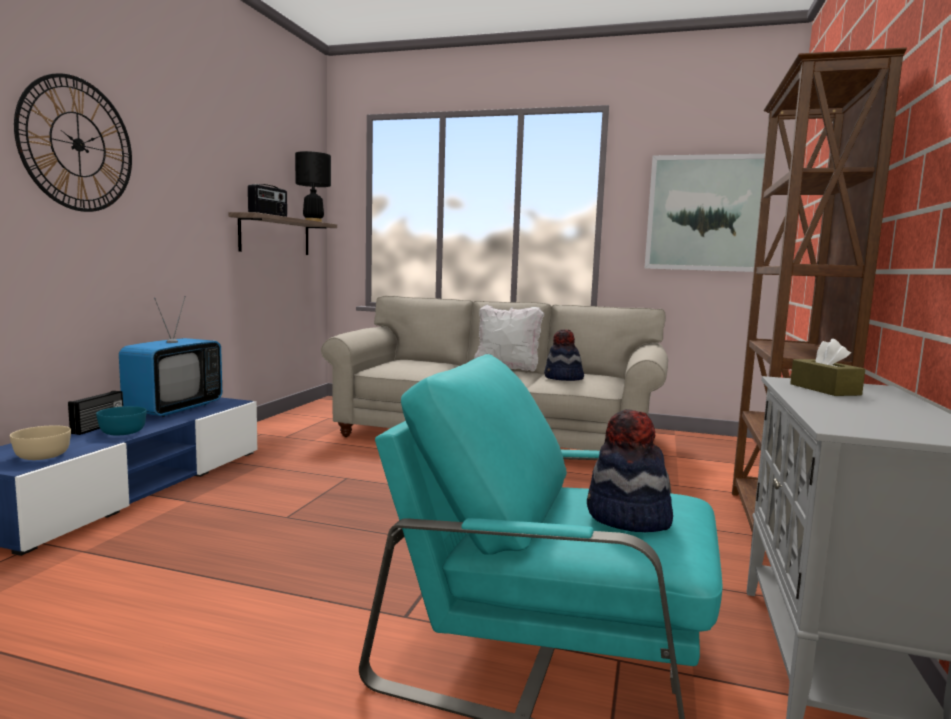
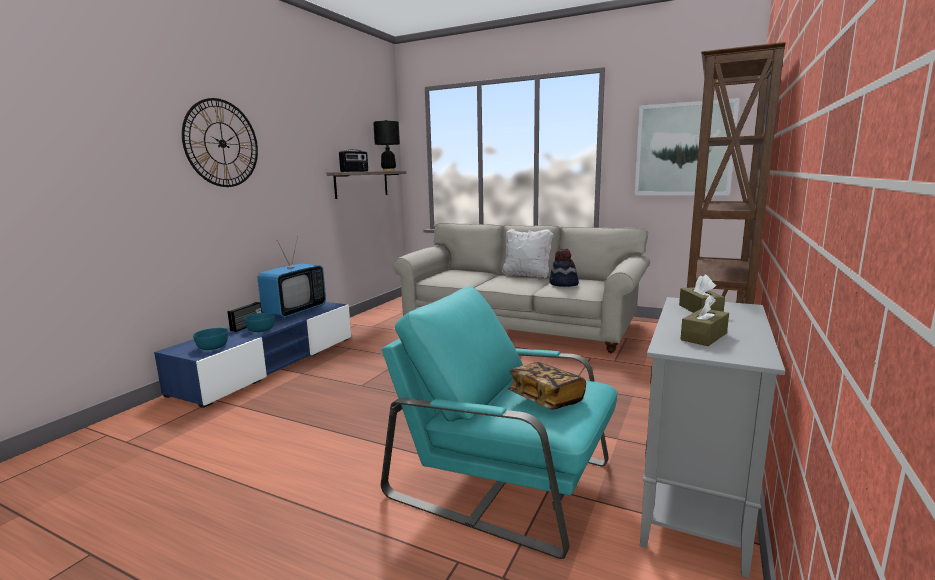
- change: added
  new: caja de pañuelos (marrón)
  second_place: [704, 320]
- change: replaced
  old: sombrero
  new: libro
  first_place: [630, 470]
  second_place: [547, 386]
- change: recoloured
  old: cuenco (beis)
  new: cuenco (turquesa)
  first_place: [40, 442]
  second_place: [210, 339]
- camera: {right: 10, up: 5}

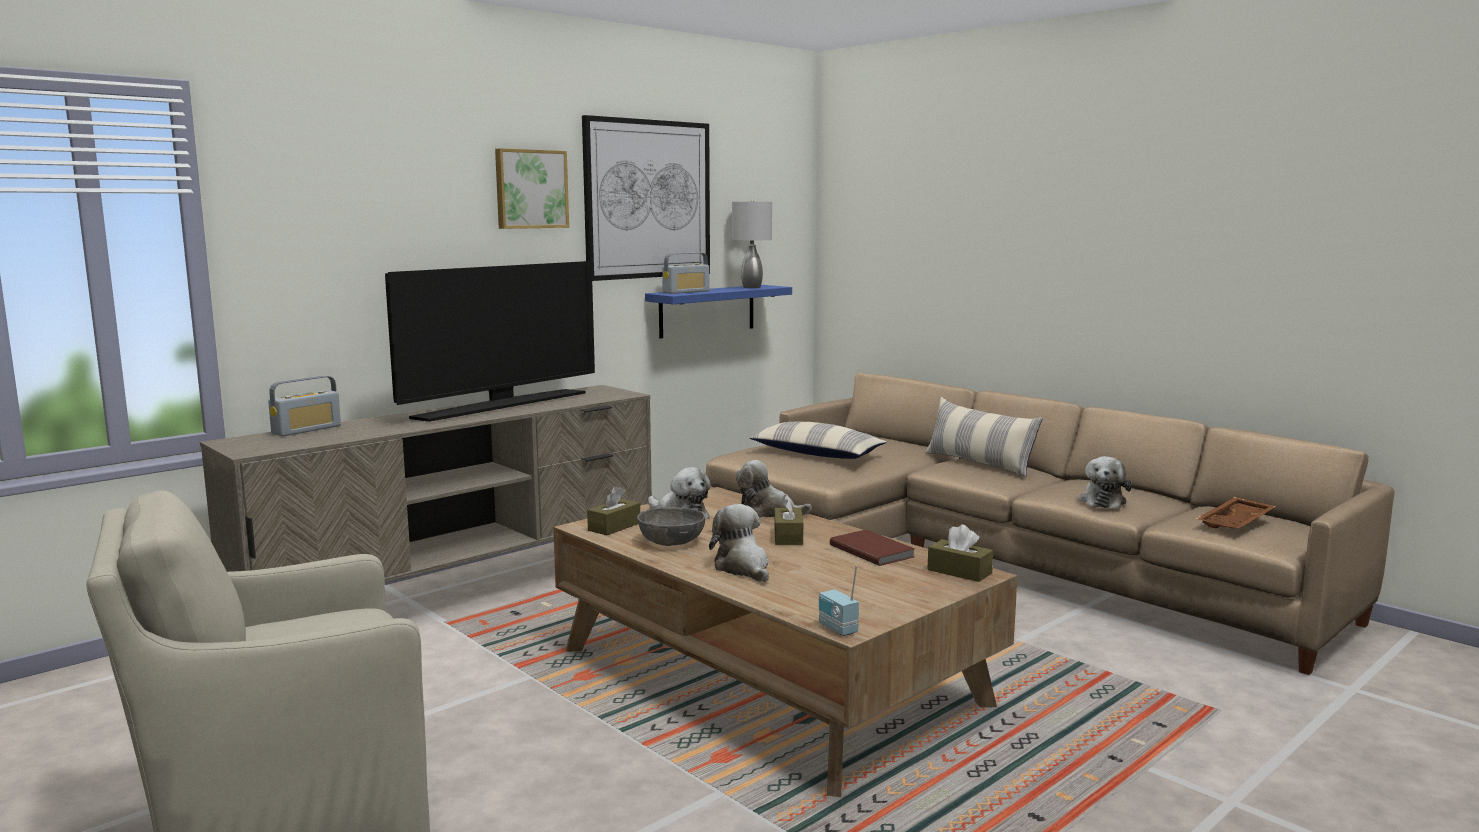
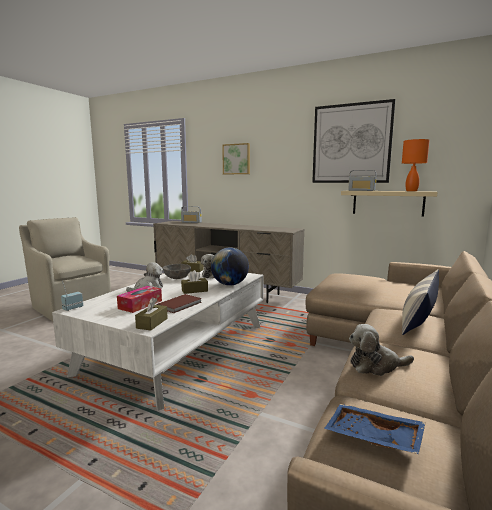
- change: removed
  old: televisor
  first_place: [490, 341]
- change: removed
  old: cojín
  first_place: [818, 440]
- change: added
  new: caja de pañuelos
  second_place: [139, 299]
- change: moved
  old: cuadro
  first_place: [532, 188]
  second_place: [236, 158]
- change: replaced
  old: peluche
  new: globo terráqueo
  first_place: [774, 489]
  second_place: [230, 267]
- change: recoloured
  old: mesa de centro (marrón)
  new: mesa de centro (blanco)
  first_place: [785, 642]
  second_place: [158, 339]
- change: recoloured
  old: estante (azul)
  new: estante (beis)
  first_place: [718, 312]
  second_place: [389, 203]
- change: recoloured
  old: lámpara de mesa (gris)
  new: lámpara de mesa (naranja)
  first_place: [752, 244]
  second_place: [415, 165]
- change: recoloured
  old: bandeja (marrón)
  new: bandeja (azul)
  first_place: [1236, 513]
  second_place: [375, 429]
- camera: {right: 70, up: 0}

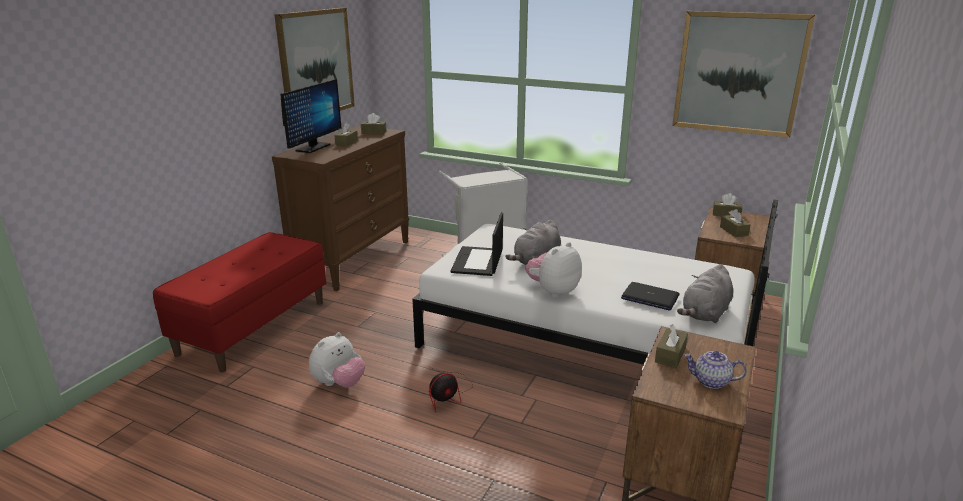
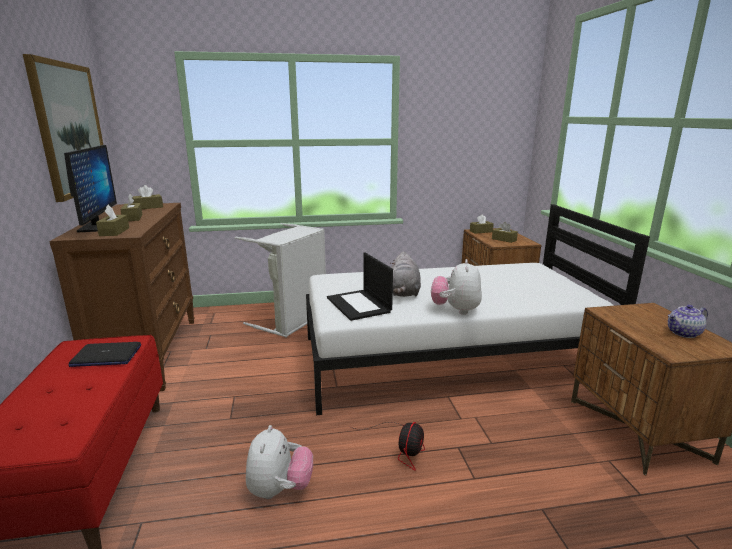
- change: removed
  old: cuadro
  first_place: [743, 74]
- change: removed
  old: peluche (gris)
  first_place: [705, 293]
- change: moved
  old: portátil
  first_place: [650, 296]
  second_place: [104, 354]
- change: moved
  old: caja de pañuelos (marrón)
  first_place: [671, 346]
  second_place: [112, 220]
- camera: {right: -35, up: -5}

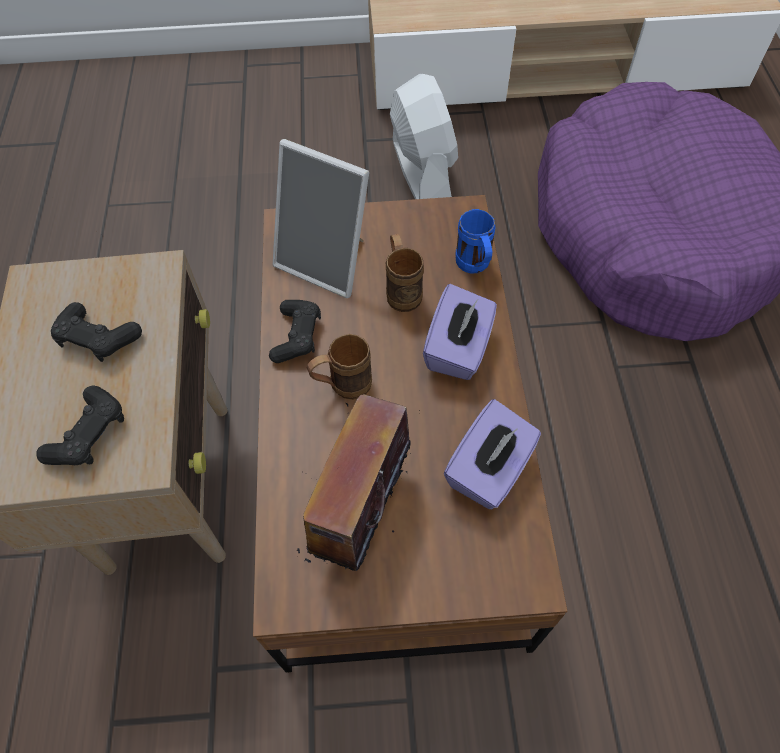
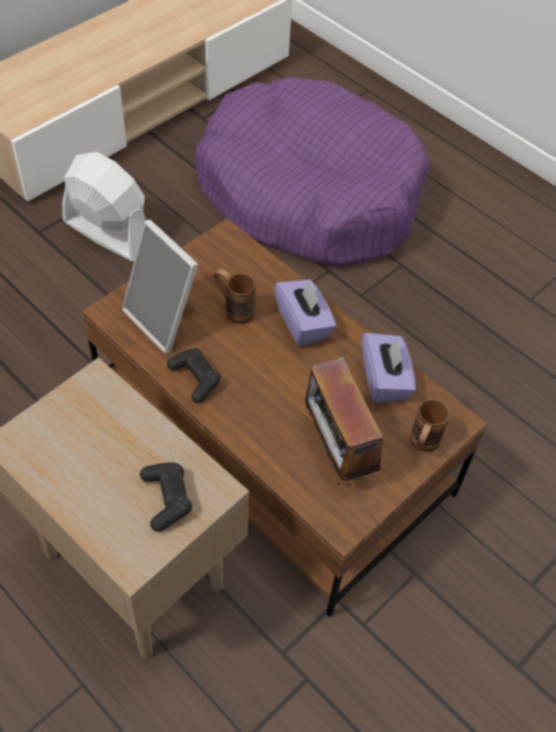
- change: removed
  old: mando de consola (negro)
  first_place: [96, 332]
- change: removed
  old: taza grande (azul)
  first_place: [475, 241]
- change: moved
  old: taza grande (marrón)
  first_place: [339, 367]
  second_place: [430, 425]
- change: turned
  old: portarretratos
  first_place: [321, 218]
  second_place: [162, 287]
  degrees: 60
- camera: {right: -45, up: -5}

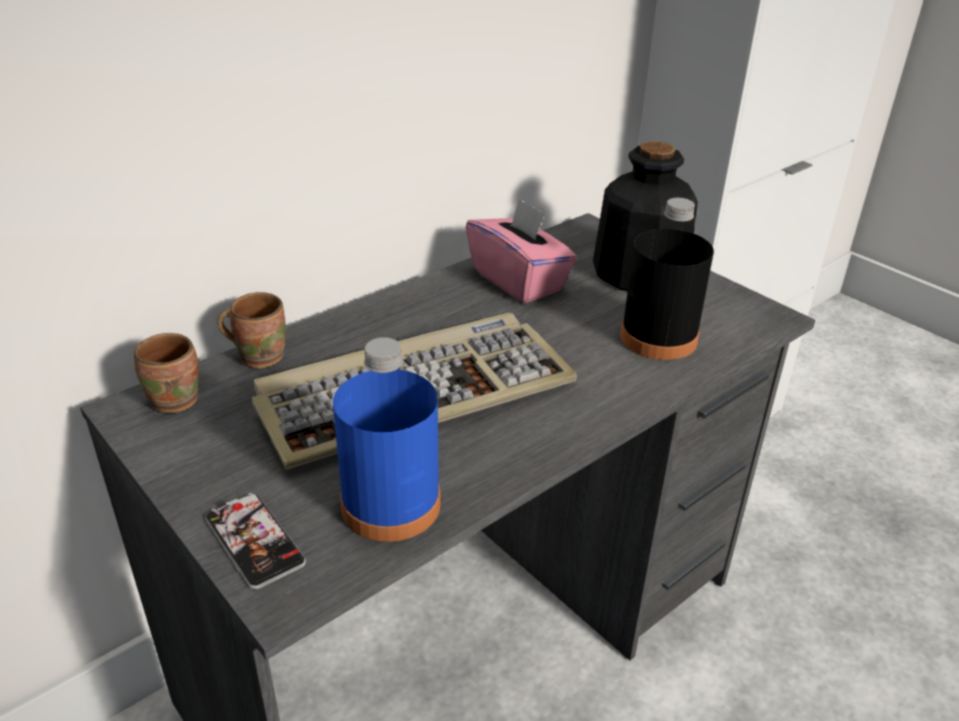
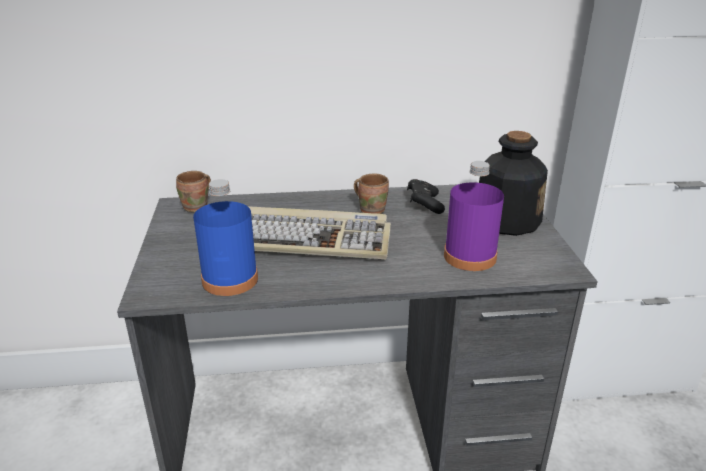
- change: removed
  old: móvil
  first_place: [255, 541]
- change: moved
  old: taza grande (marrón)
  first_place: [251, 330]
  second_place: [371, 193]
- change: replaced
  old: caja de pañuelos (rosa)
  new: mando de consola (negro)
  first_place: [521, 250]
  second_place: [426, 196]
- change: recoloured
  old: botella (negro)
  new: botella (morado)
  first_place: [667, 279]
  second_place: [474, 216]
- camera: {right: 35, up: -5}

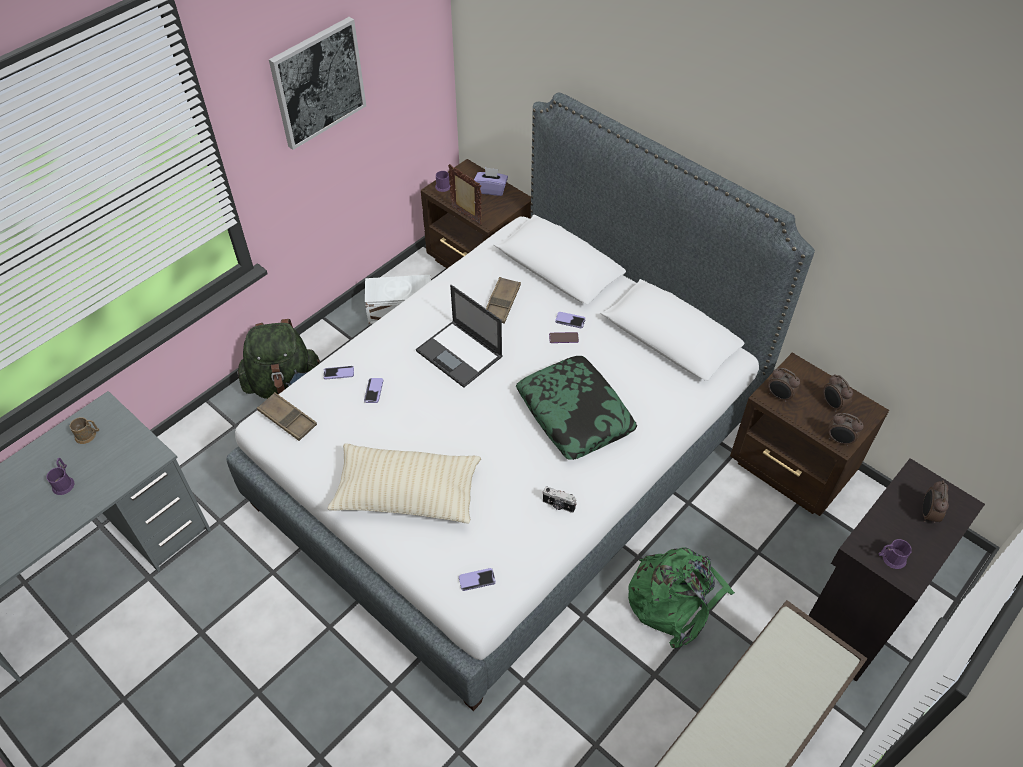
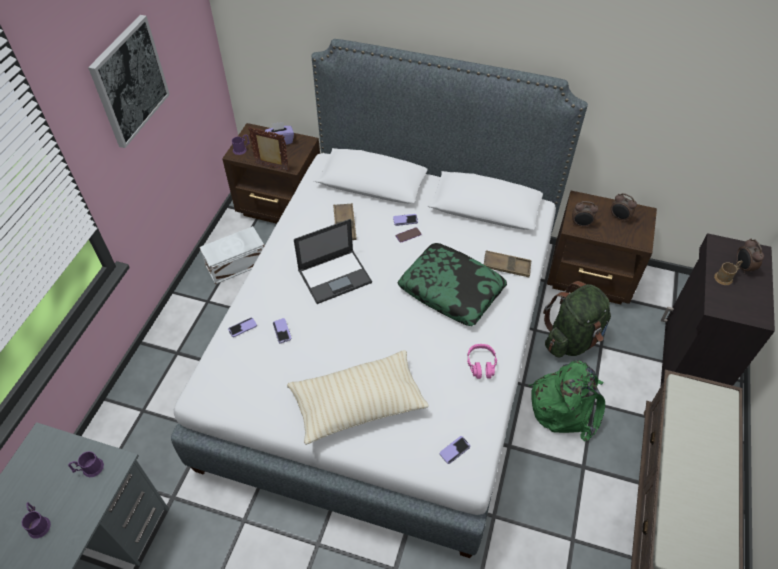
- change: removed
  old: despertador
  first_place: [846, 429]
- change: moved
  old: taza grande (marrón)
  first_place: [85, 430]
  second_place: [728, 272]
- change: moved
  old: mochila (verde)
  first_place: [279, 359]
  second_place: [577, 319]
- change: moved
  old: bandeja (marrón)
  first_place: [287, 416]
  second_place: [507, 263]
- change: moved
  old: taza grande (morado)
  first_place: [895, 554]
  second_place: [86, 464]
- change: replaced
  old: cámara
  new: auriculares (rosa)
  first_place: [559, 499]
  second_place: [482, 361]
- change: turned
  old: portátil
  first_place: [459, 336]
  second_place: [333, 261]
  degrees: -45
- camera: {right: -25, up: 0}

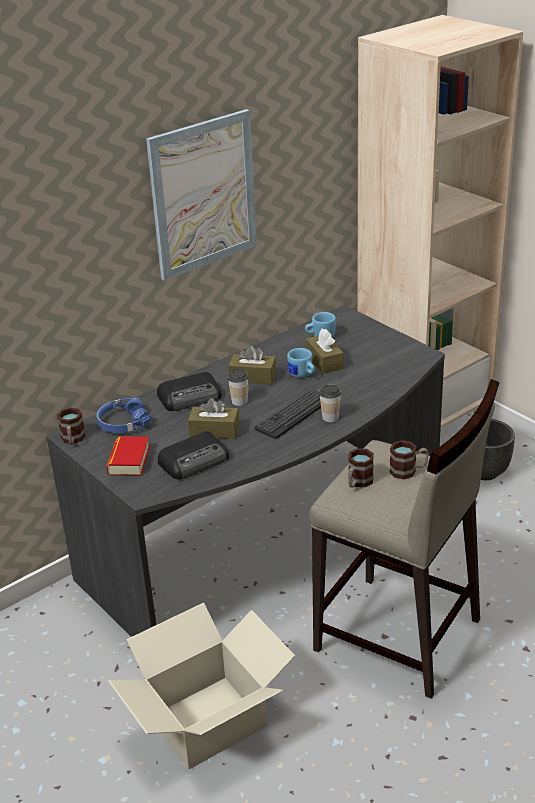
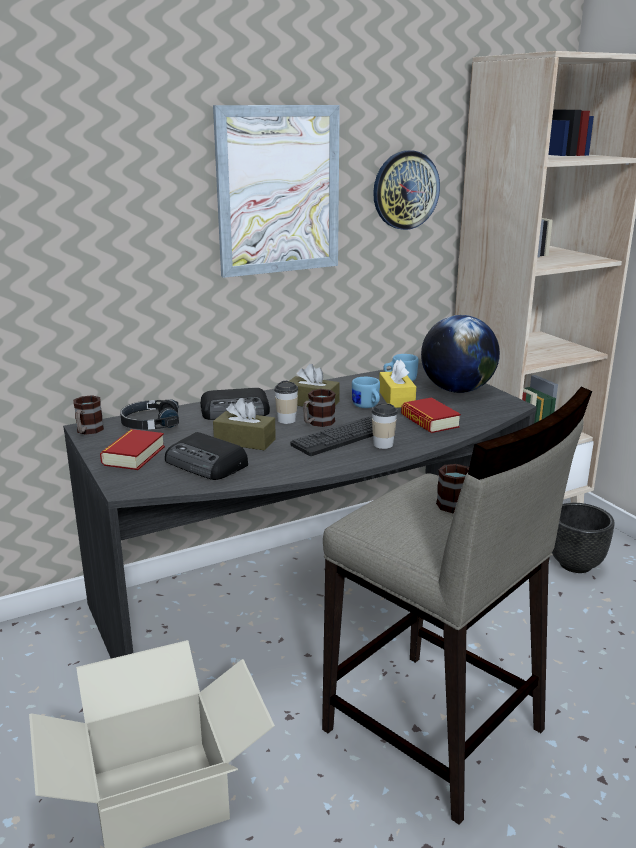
- change: added
  new: reloj de pared
  second_place: [406, 190]
- change: added
  new: libro
  second_place: [431, 415]
- change: added
  new: globo terráqueo
  second_place: [460, 354]
- change: moved
  old: taza grande
  first_place: [361, 468]
  second_place: [319, 408]
- change: recoloured
  old: auriculares (azul)
  new: auriculares (negro)
  first_place: [123, 415]
  second_place: [149, 414]
- change: recoloured
  old: caja de pañuelos (marrón)
  new: caja de pañuelos (amarillo)
  first_place: [325, 351]
  second_place: [397, 384]
- change: turned
  old: radio
  first_place: [193, 455]
  second_place: [206, 456]
  degrees: 60
- camera: {right: 10, up: -10}

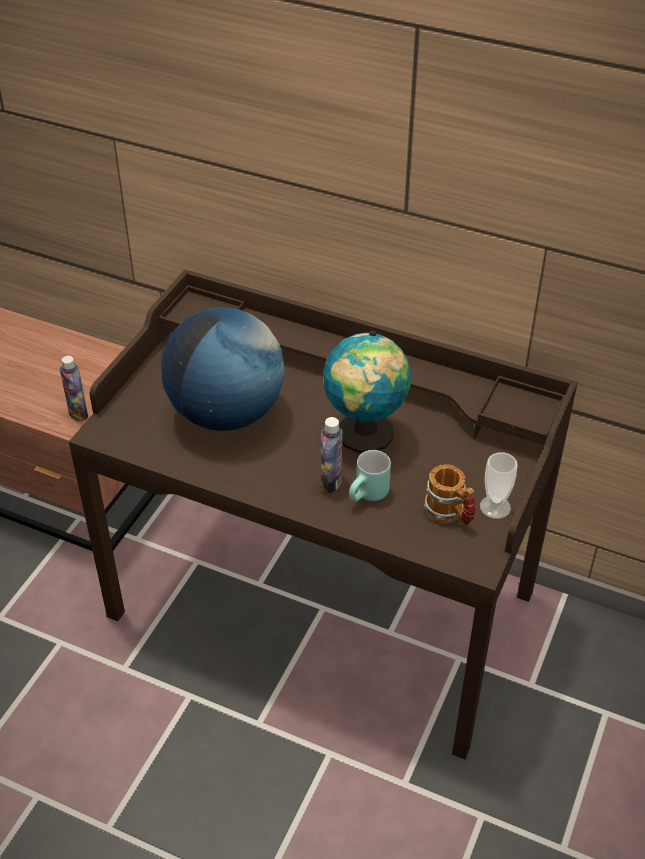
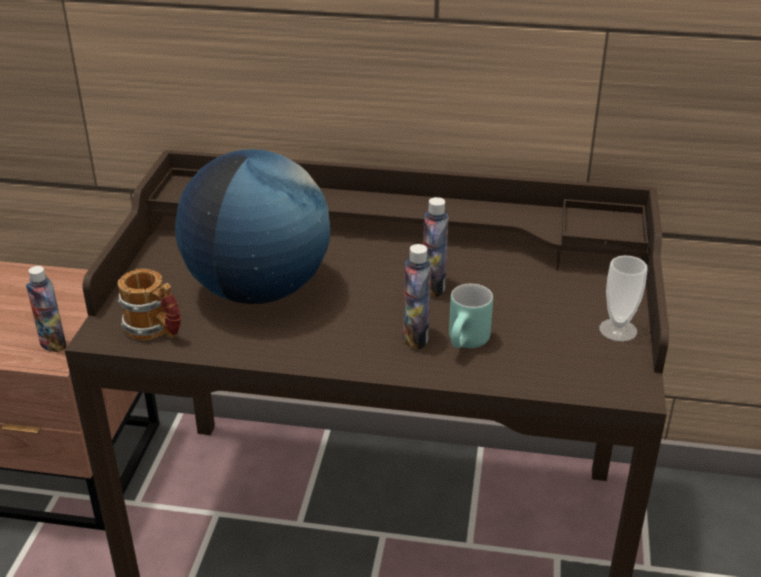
- change: moved
  old: taza grande
  first_place: [450, 495]
  second_place: [149, 304]
- change: replaced
  old: globo terráqueo
  new: botella
  first_place: [367, 391]
  second_place: [435, 247]
- camera: {right: -15, up: -10}

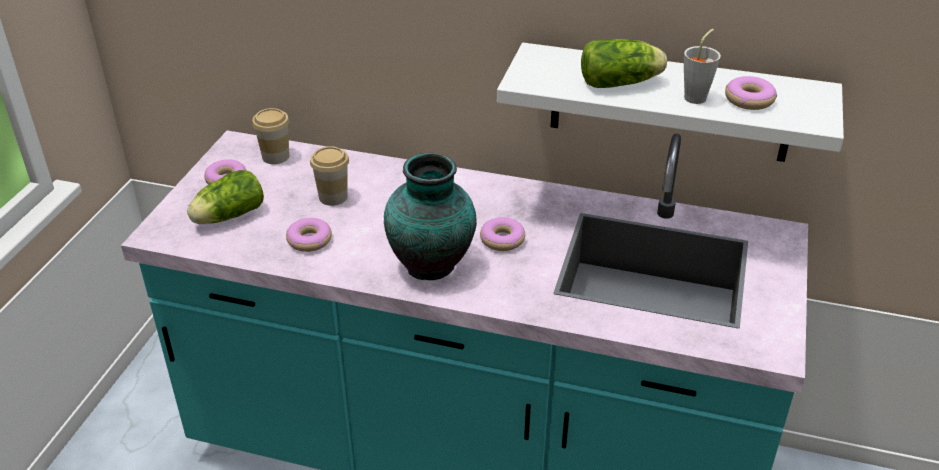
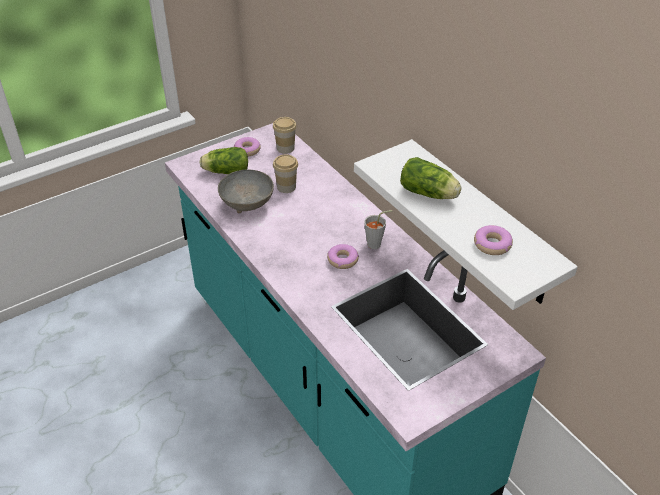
- change: removed
  old: florero
  first_place: [430, 216]
- change: moved
  old: taza (gris)
  first_place: [702, 66]
  second_place: [378, 229]
- change: replaced
  old: rosquilla
  new: cuenco (gris)
  first_place: [309, 235]
  second_place: [246, 191]
- camera: {right: 40, up: 5}

